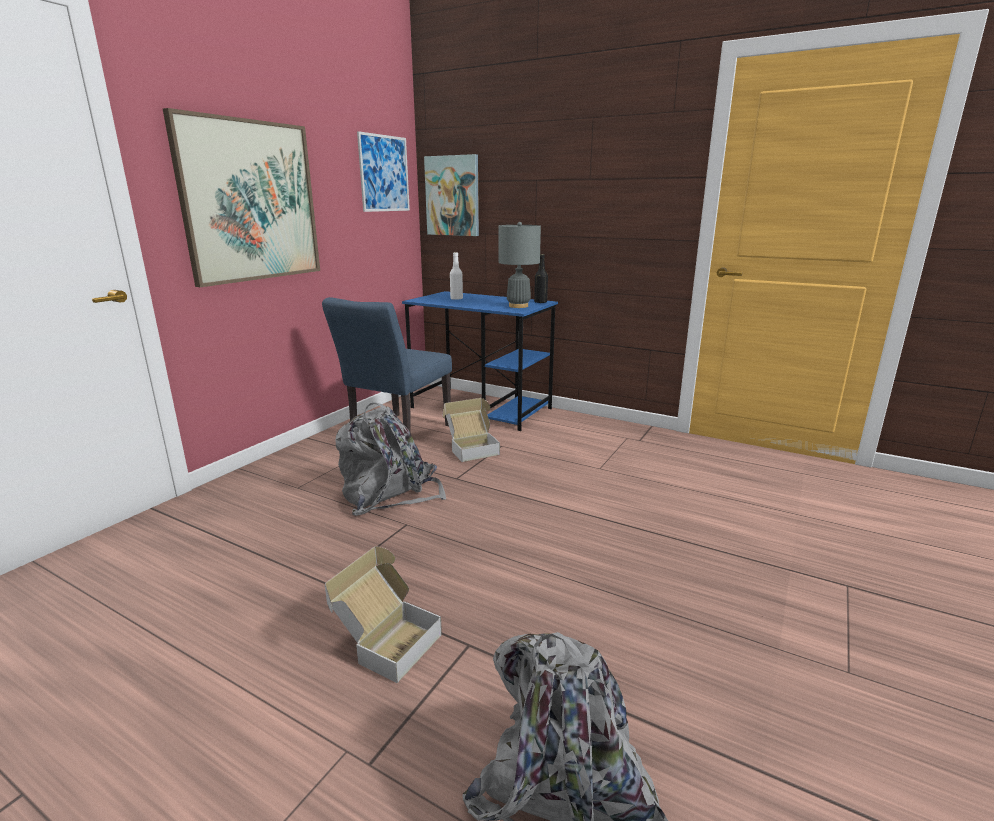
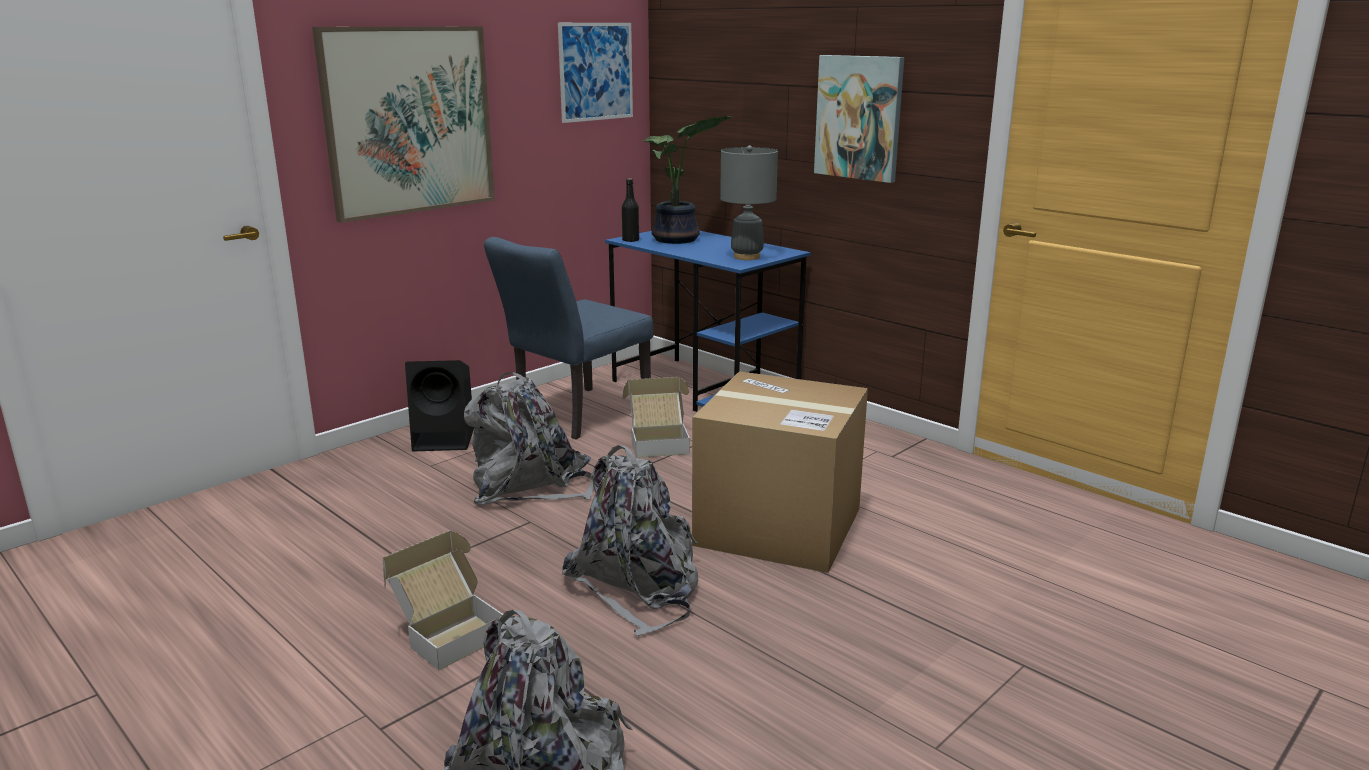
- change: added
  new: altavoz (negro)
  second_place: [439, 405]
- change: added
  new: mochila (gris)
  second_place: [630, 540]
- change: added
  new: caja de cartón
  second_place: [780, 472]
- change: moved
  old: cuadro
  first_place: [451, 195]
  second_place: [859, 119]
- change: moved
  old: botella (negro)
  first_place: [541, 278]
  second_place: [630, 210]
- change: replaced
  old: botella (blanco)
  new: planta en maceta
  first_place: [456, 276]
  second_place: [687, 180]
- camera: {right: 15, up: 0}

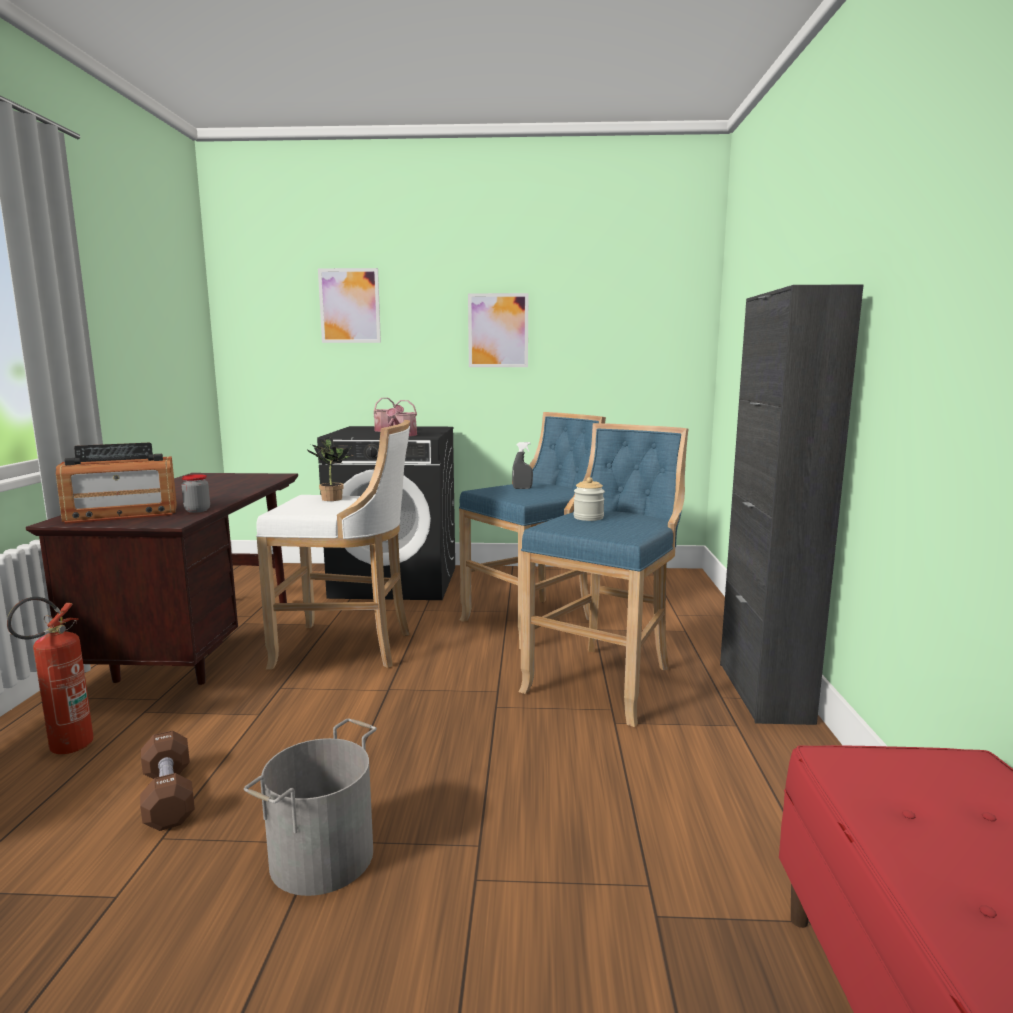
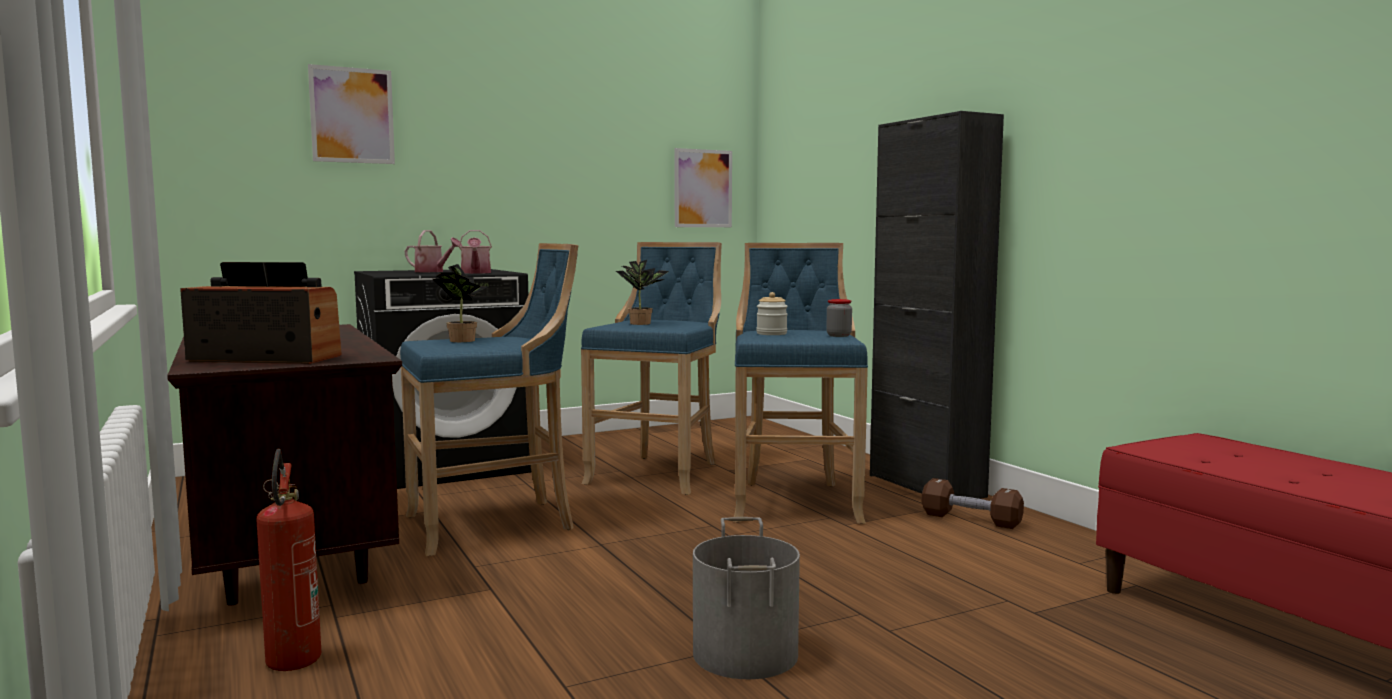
- change: moved
  old: mancuerna (marrón)
  first_place: [167, 780]
  second_place: [973, 503]
- change: moved
  old: tarro
  first_place: [195, 493]
  second_place: [839, 318]
- change: moved
  old: cuadro
  first_place: [498, 330]
  second_place: [703, 187]
- change: replaced
  old: pulverizador (gris)
  new: planta en maceta
  first_place: [522, 465]
  second_place: [642, 292]
- change: recoloured
  old: taburete (blanco)
  new: taburete (azul)
  first_place: [333, 545]
  second_place: [489, 399]
- change: turned
  old: radio
  first_place: [116, 483]
  second_place: [261, 313]
  degrees: -120
- camera: {right: -30, up: -5}

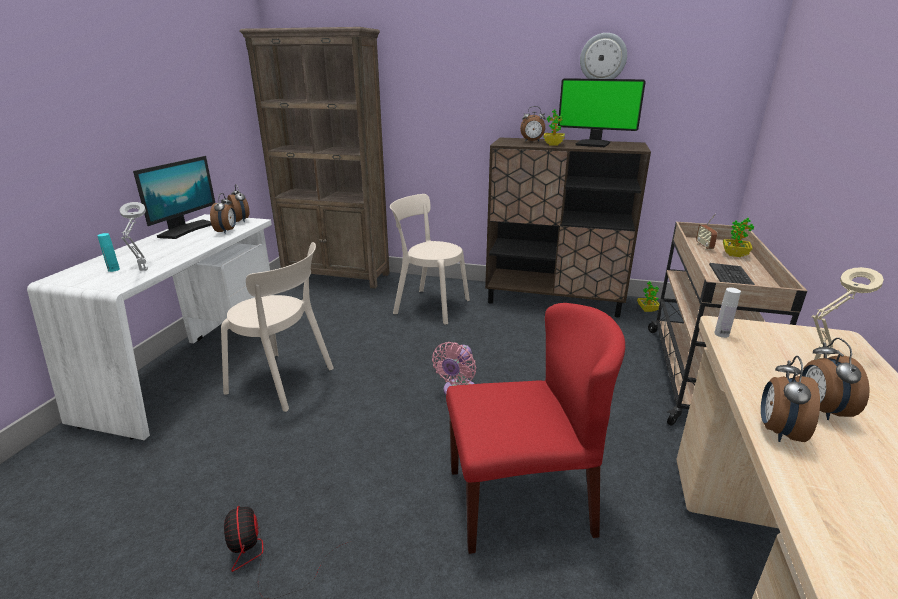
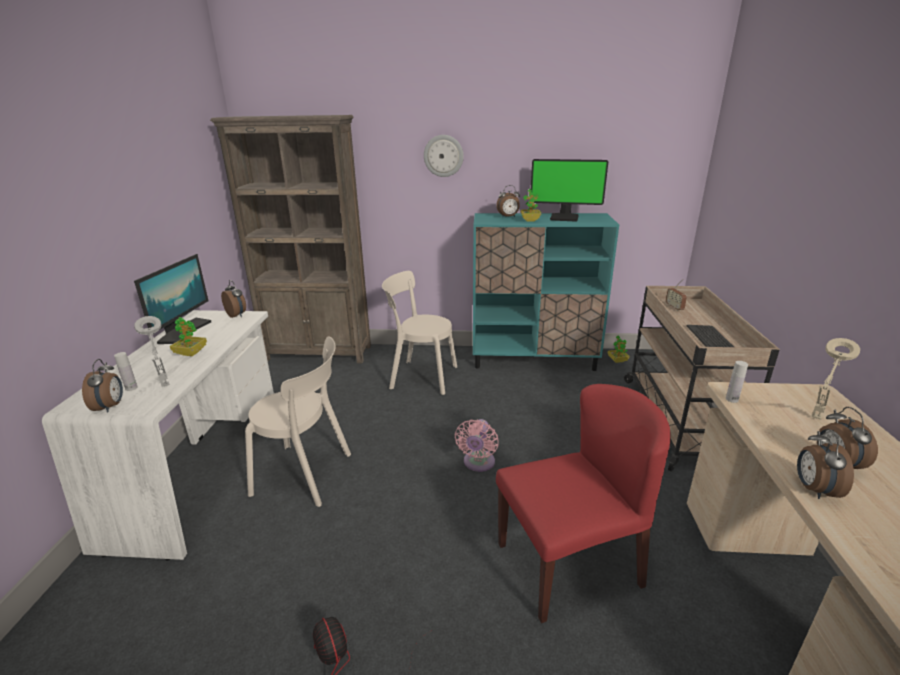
- change: moved
  old: despertador
  first_place: [223, 213]
  second_place: [102, 385]
- change: moved
  old: reloj de pared
  first_place: [603, 56]
  second_place: [444, 156]
- change: moved
  old: planta en maceta
  first_place: [738, 237]
  second_place: [188, 336]
- change: recoloured
  old: botella (turquesa)
  new: botella (blanco)
  first_place: [108, 252]
  second_place: [125, 371]
- change: recoloured
  old: armario (marrón)
  new: armario (turquesa)
  first_place: [568, 228]
  second_place: [546, 292]
- camera: {right: -10, up: 0}

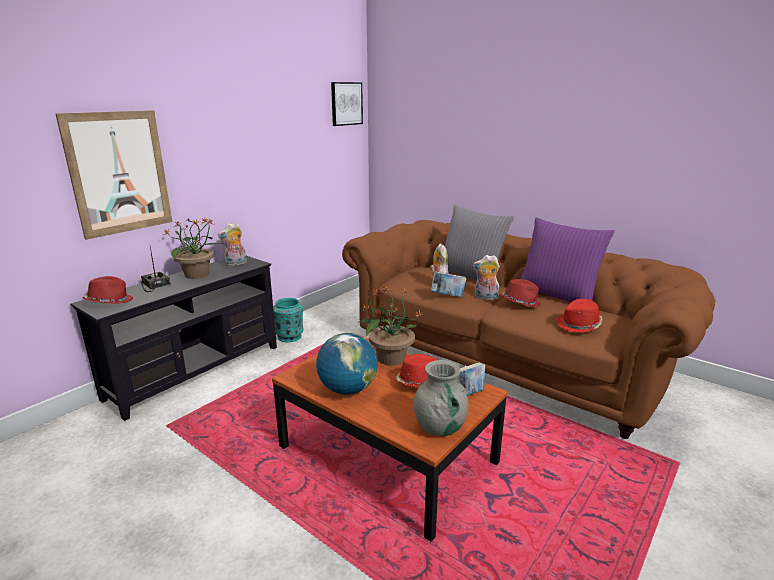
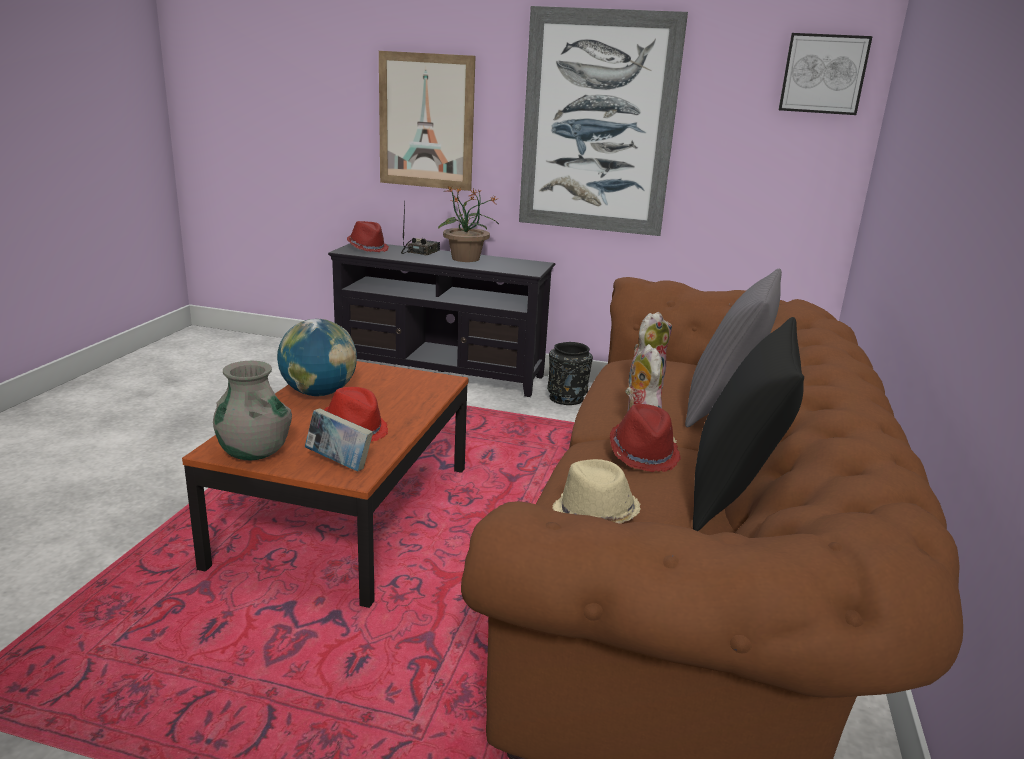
- change: removed
  old: peluche
  first_place: [232, 244]
- change: removed
  old: planta en maceta
  first_place: [390, 326]
- change: removed
  old: libro
  first_place: [448, 284]
- change: added
  new: cuadro
  second_place: [603, 121]
- change: recoloured
  old: florero (turquesa)
  new: florero (negro)
  first_place: [288, 320]
  second_place: [570, 373]
- change: recoloured
  old: cojín (morado)
  new: cojín (negro)
  first_place: [567, 259]
  second_place: [748, 424]
- change: recoloured
  old: sombrero (rojo)
  new: sombrero (beis)
  first_place: [580, 316]
  second_place: [597, 491]
- camera: {right: 65, up: 0}

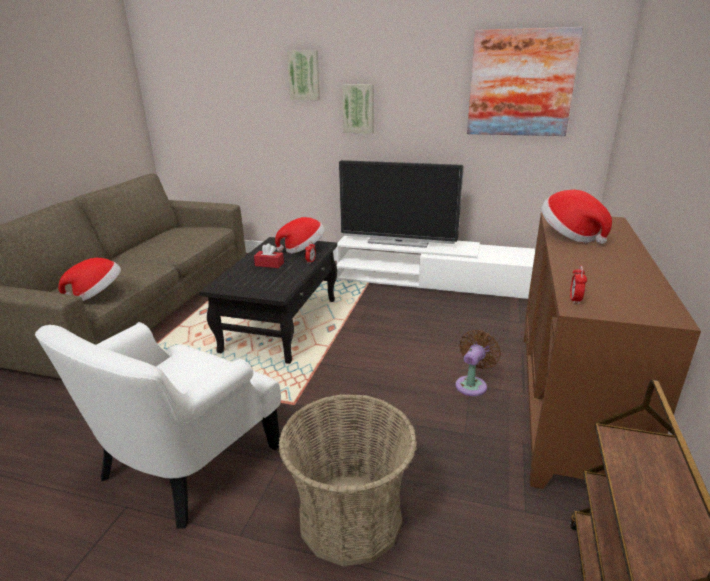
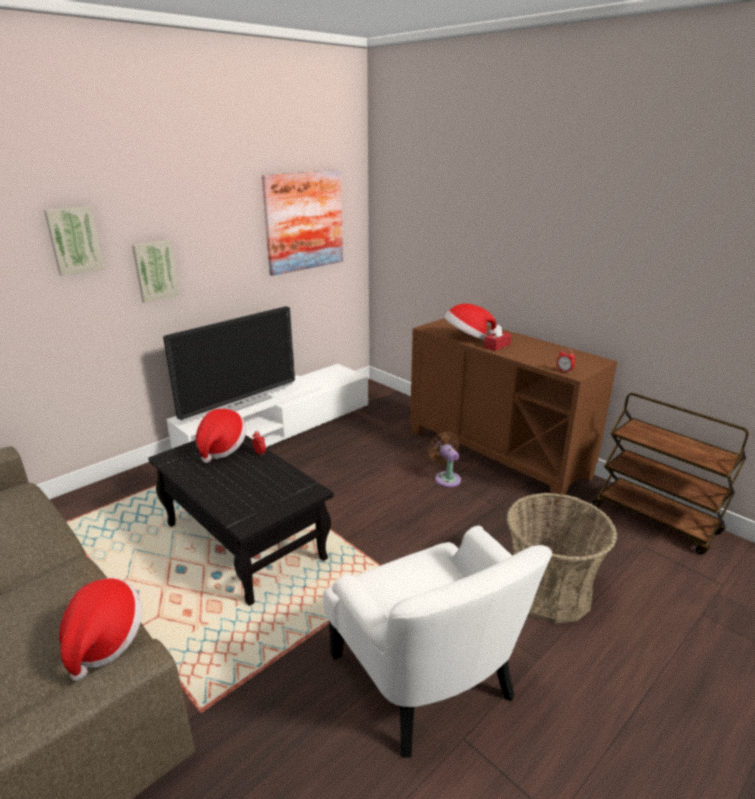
- change: moved
  old: caja de pañuelos (rojo)
  first_place: [269, 255]
  second_place: [498, 337]
- camera: {right: -60, up: 0}

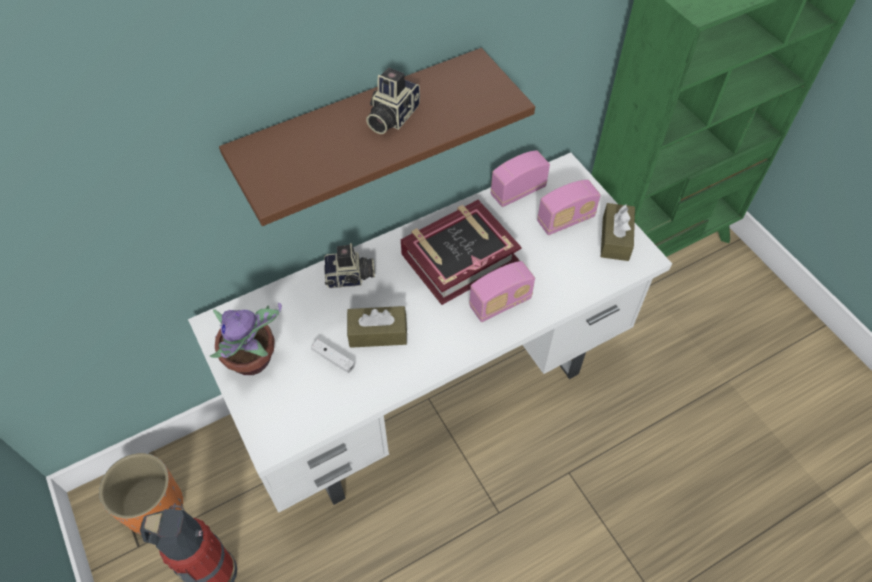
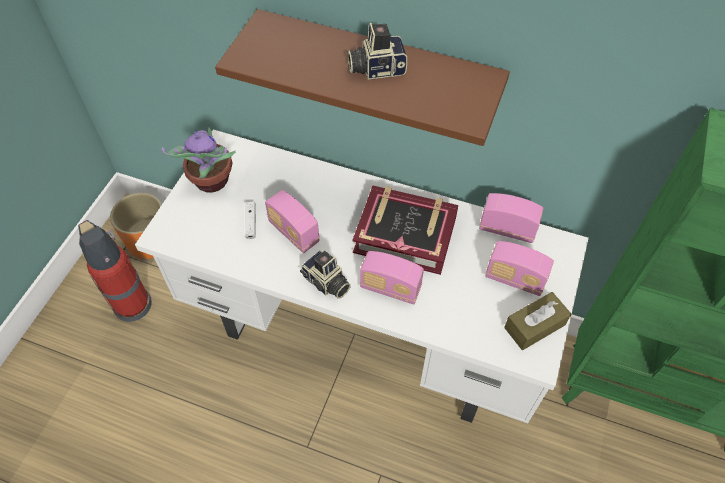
- change: moved
  old: cámara
  first_place: [349, 265]
  second_place: [325, 275]
- change: replaced
  old: caja de pañuelos (marrón)
  new: radio
  first_place: [377, 327]
  second_place: [292, 221]
- camera: {right: 50, up: 0}

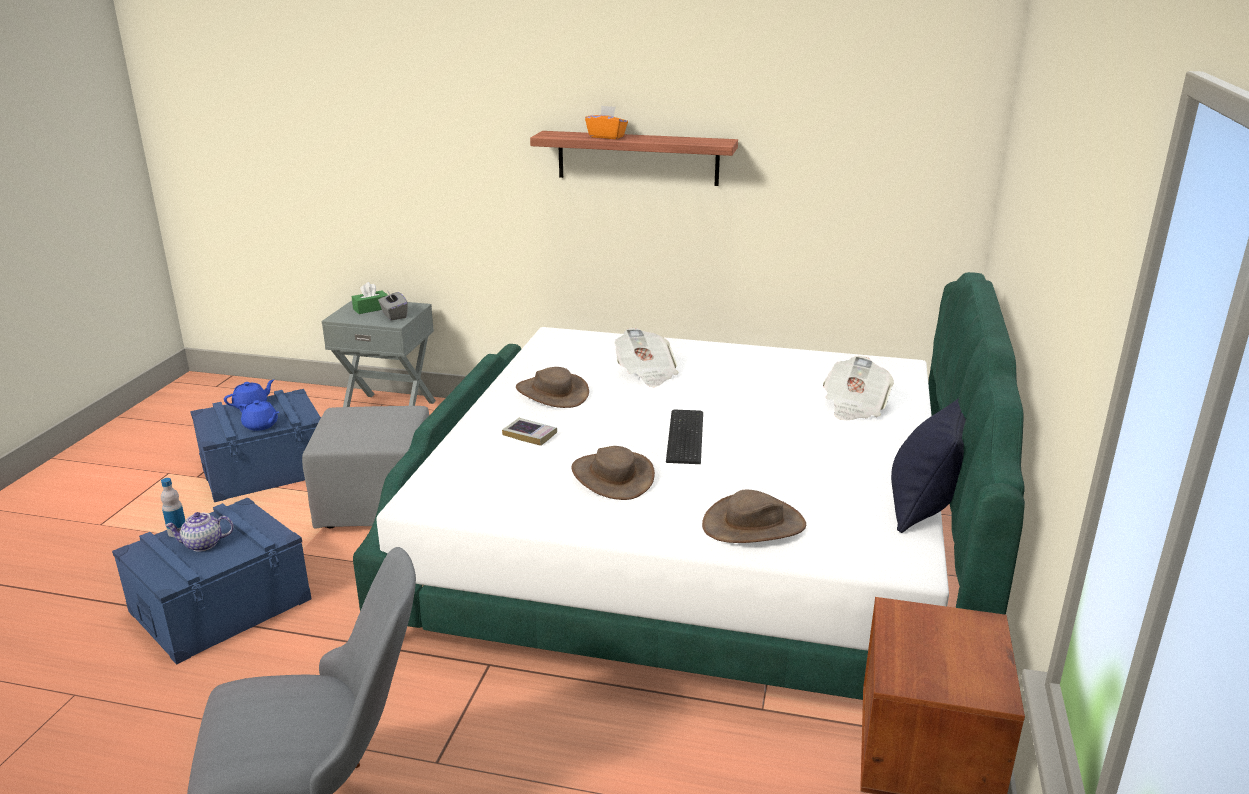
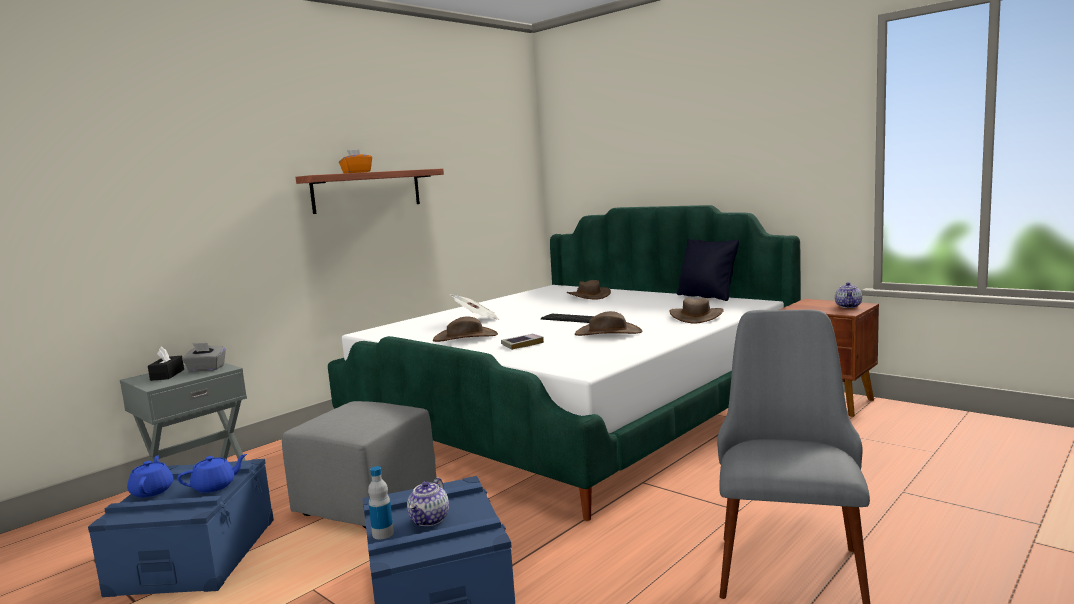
- change: added
  new: tetera
  second_place: [848, 295]
- change: replaced
  old: periódico
  new: sombrero (marrón)
  first_place: [858, 388]
  second_place: [588, 290]
- change: recoloured
  old: caja de pañuelos (verde)
  new: caja de pañuelos (negro)
  first_place: [369, 298]
  second_place: [166, 363]
- camera: {right: -60, up: -15}

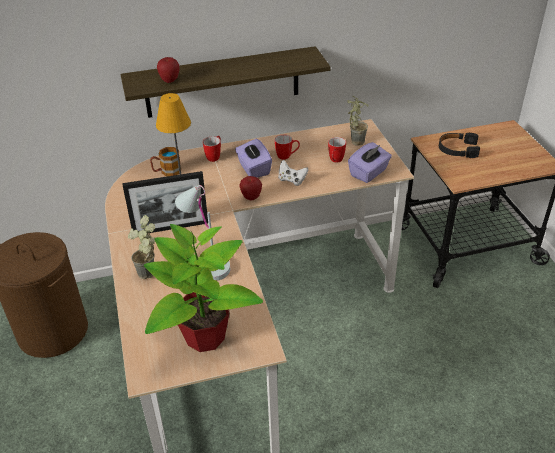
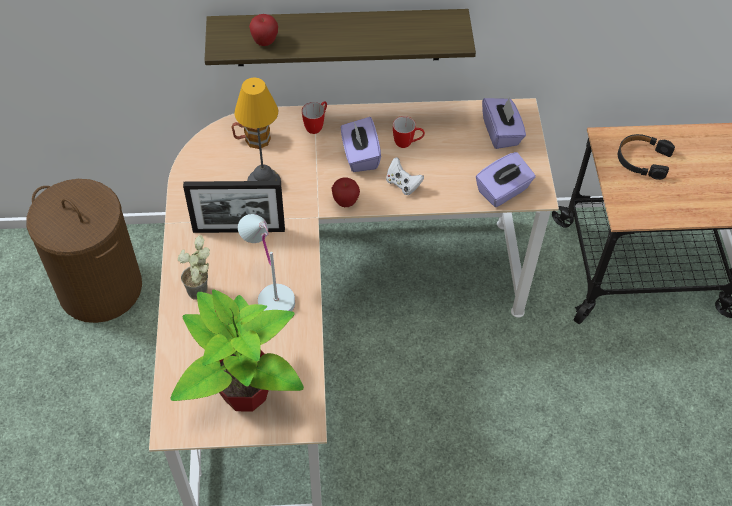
- change: removed
  old: taza grande
  first_place: [337, 150]
- change: replaced
  old: planta en maceta
  new: caja de pañuelos (morado)
  first_place: [358, 121]
  second_place: [504, 123]
- camera: {right: 10, up: 15}

